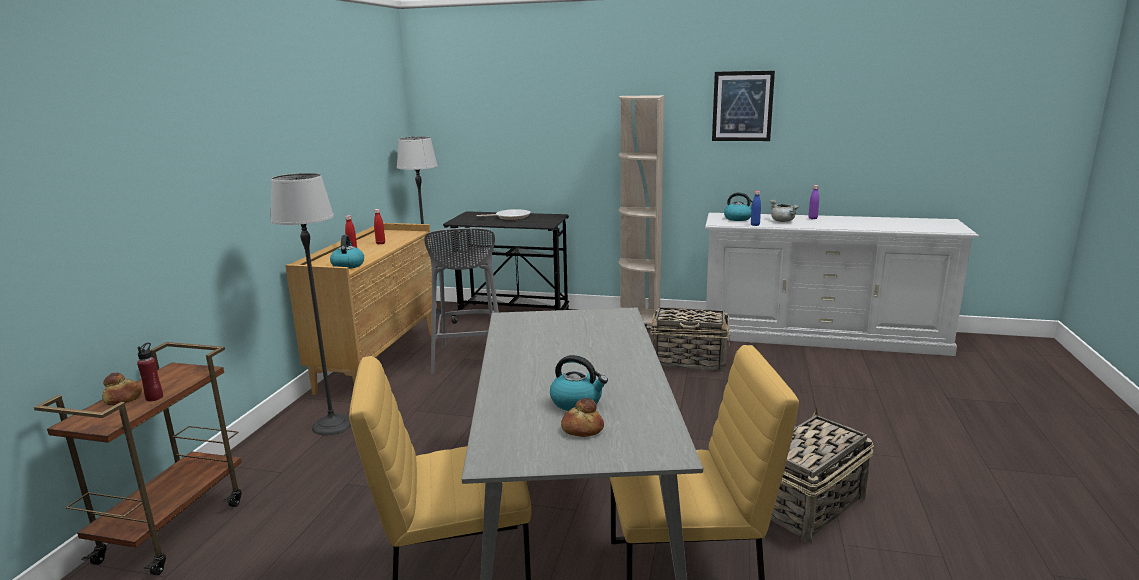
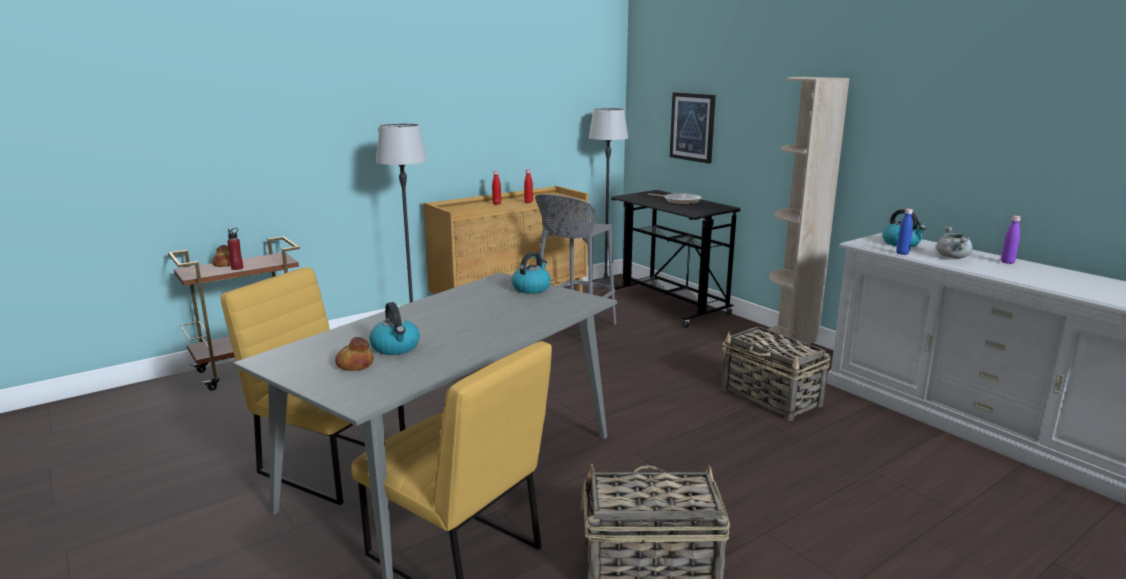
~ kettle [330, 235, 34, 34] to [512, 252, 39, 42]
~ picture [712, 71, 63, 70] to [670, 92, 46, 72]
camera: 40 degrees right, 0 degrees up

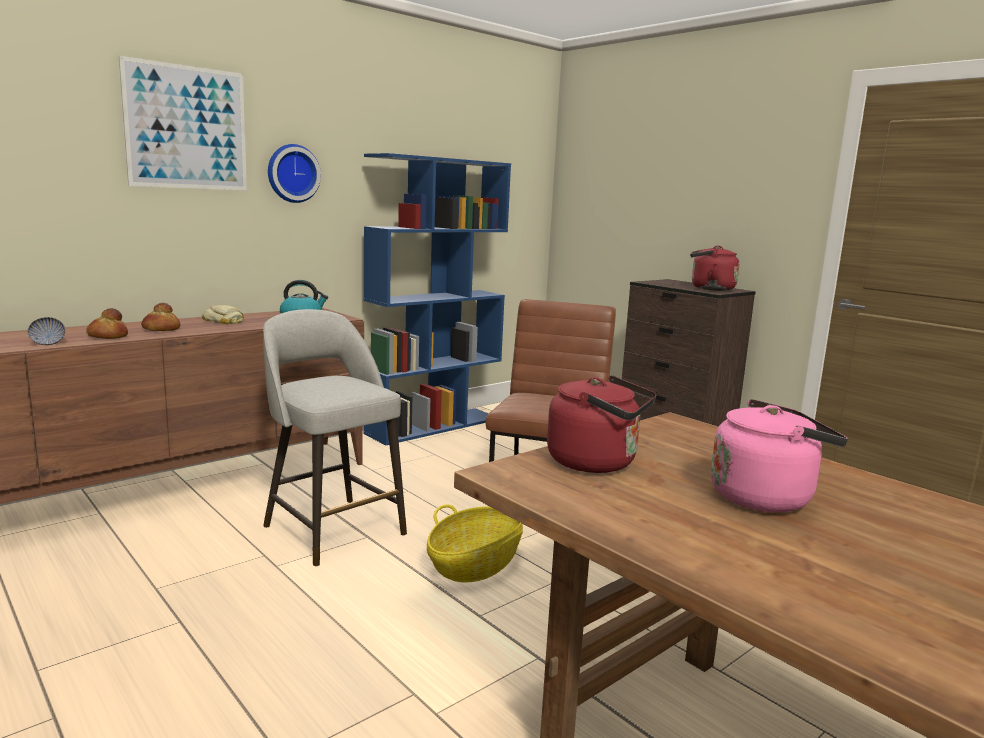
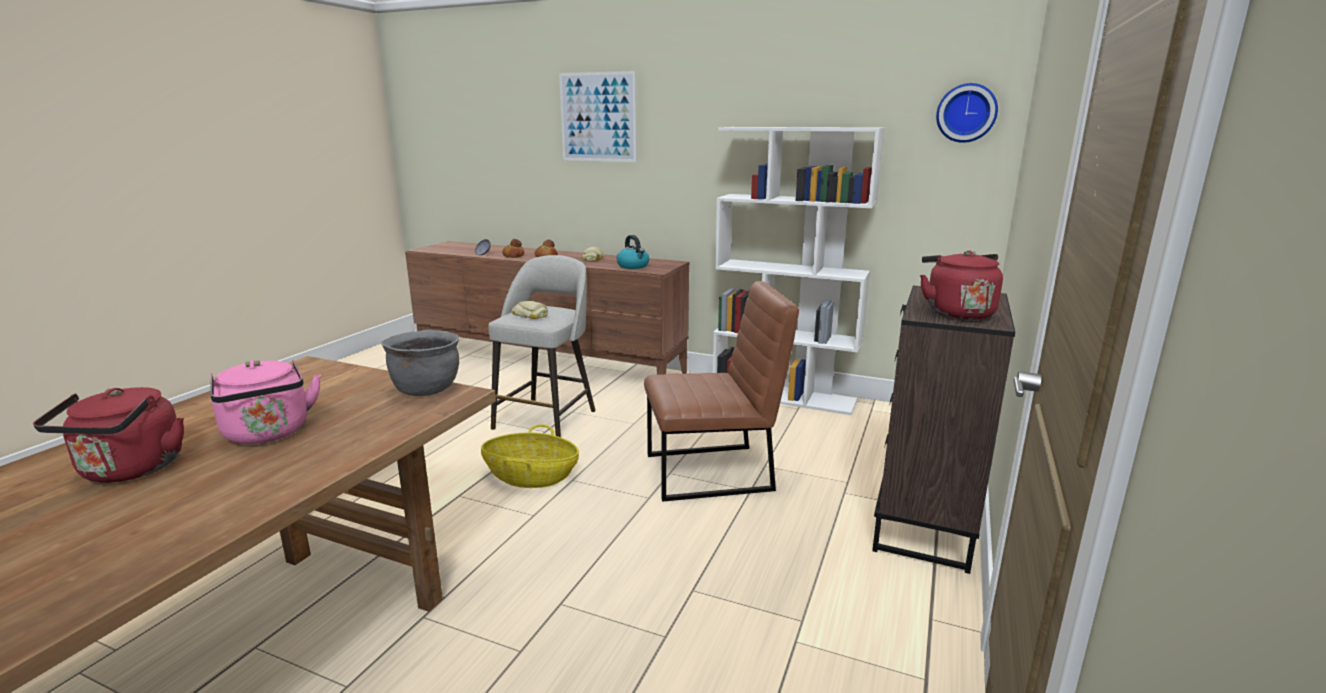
~ wall clock [268, 144, 53, 59] to [936, 83, 62, 60]
~ blue bookcase [364, 153, 147, 292] to white bookcase [713, 127, 172, 288]
~ red kettle [547, 375, 109, 98] to [33, 387, 151, 96]
+ grey cooking pot [381, 330, 78, 66]
+ bread [512, 301, 36, 18]
camera: 65 degrees right, 5 degrees up

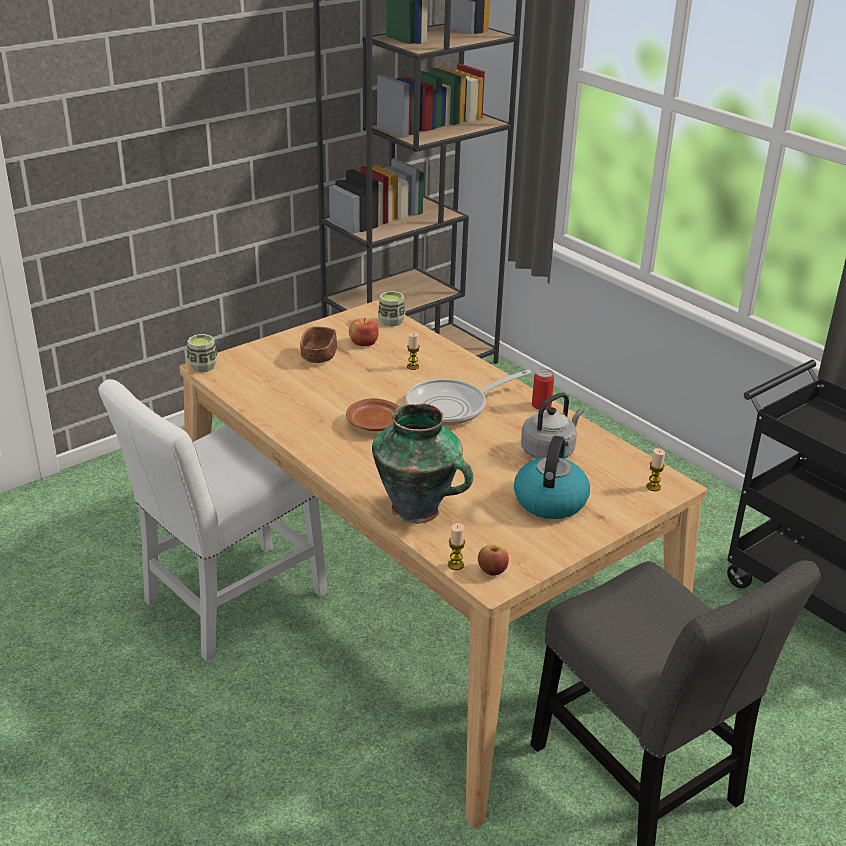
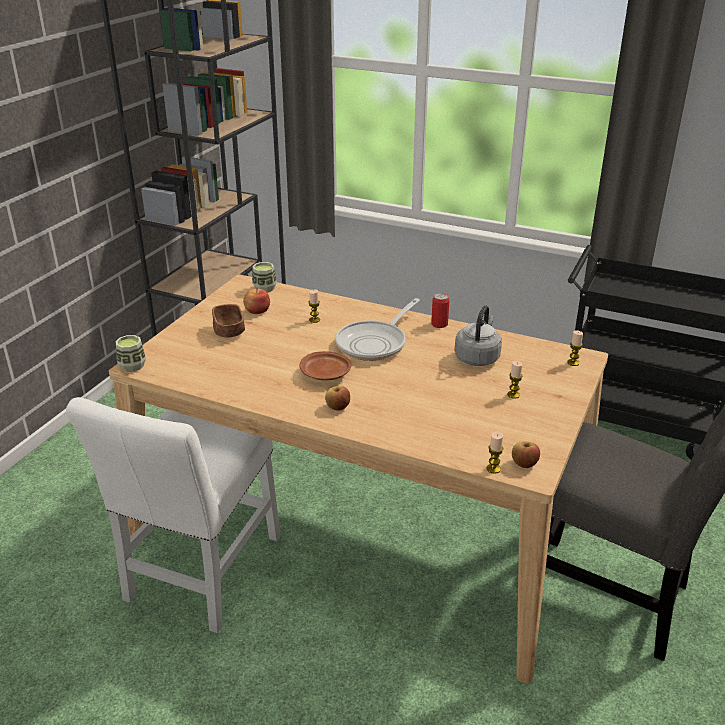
- vase [372, 404, 101, 120]
~ kettle [514, 436, 76, 83] to candle [507, 361, 15, 38]
+ apple [325, 386, 25, 25]
camera: 25 degrees left, 0 degrees up

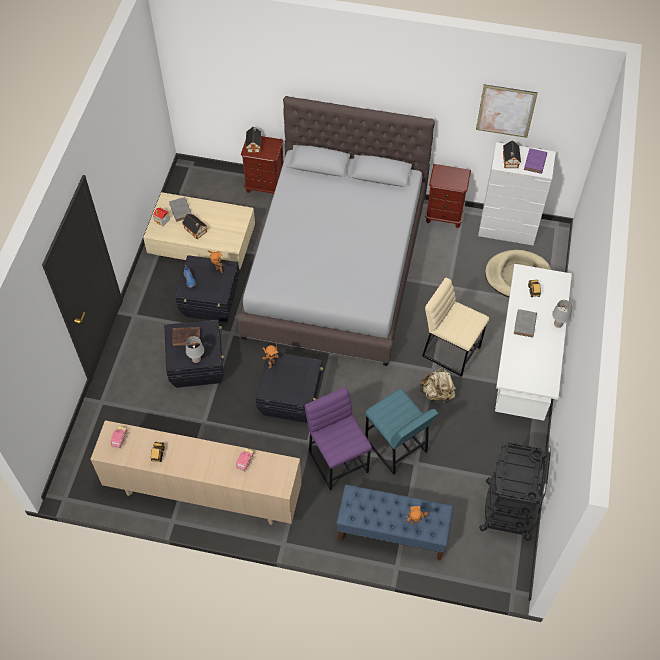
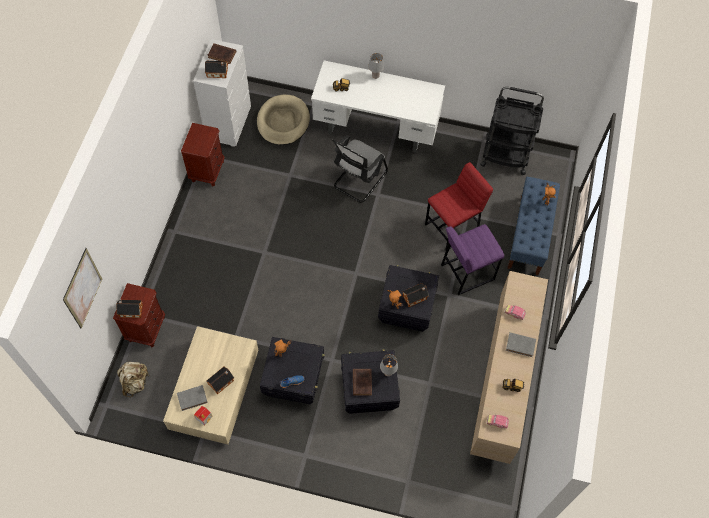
- grey bed [237, 96, 198, 270]
~ blue stool [365, 389, 73, 86] to red stool [425, 162, 68, 88]
~ beige backpack [420, 367, 36, 36] to [117, 362, 32, 35]
~ beige stool [422, 278, 67, 99] to chair [332, 135, 56, 68]
~ picture [476, 84, 62, 54] to [63, 248, 39, 81]
~ grey book [514, 309, 23, 29] to [506, 333, 30, 24]
~ purple book [524, 148, 23, 26] to brown book [207, 44, 29, 20]
+ toy house [402, 283, 27, 24]
camera: 90 degrees left, 5 degrees up

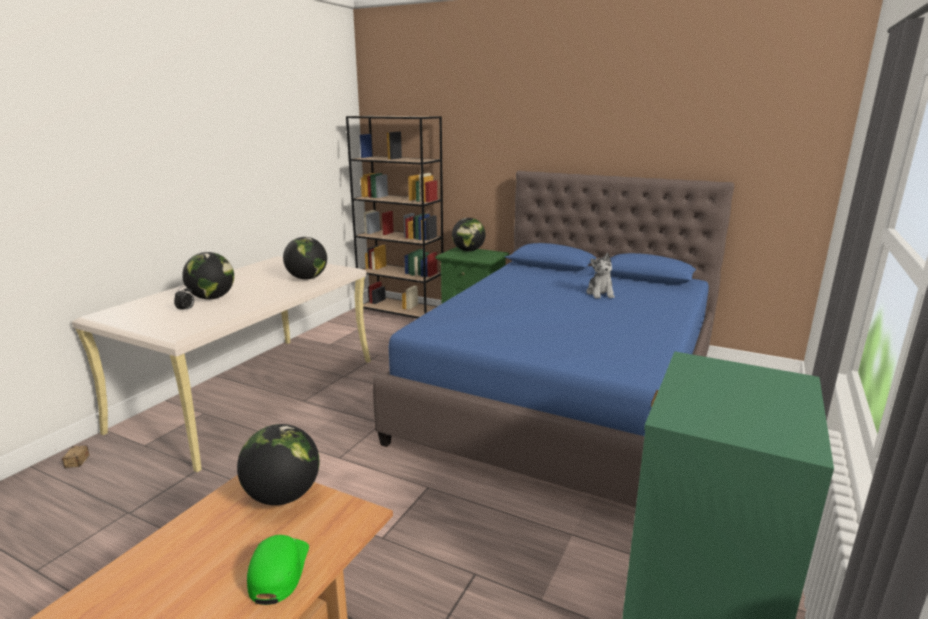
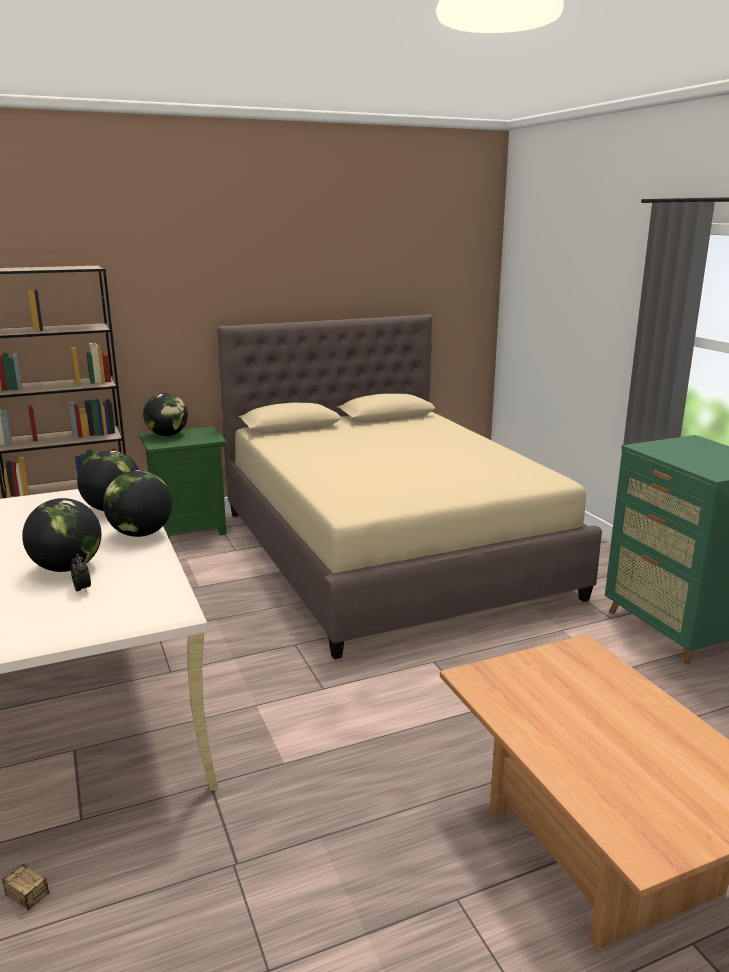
~ globe [237, 424, 83, 81] to [103, 470, 69, 67]
- green cap [247, 535, 62, 70]
~ blue bed [372, 171, 362, 337] to beige bed [217, 314, 385, 345]
- plush toy [586, 253, 29, 45]
camera: 50 degrees left, 0 degrees up

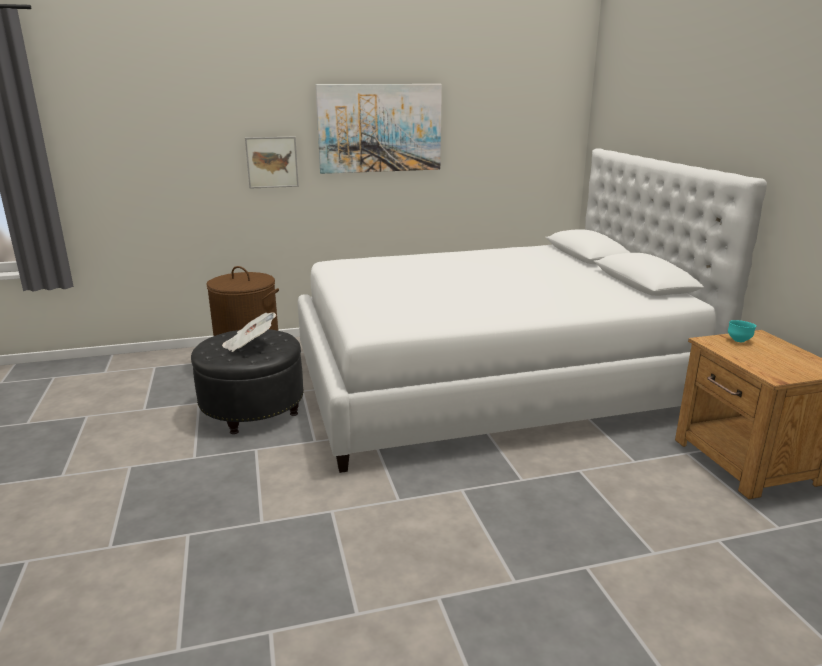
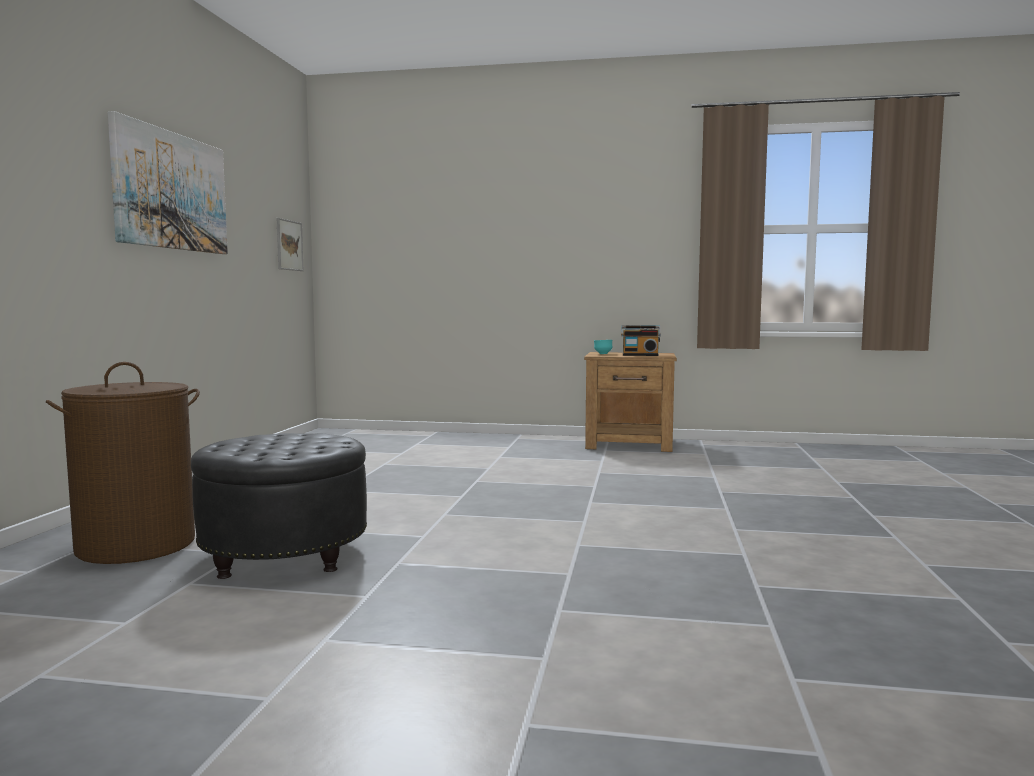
- newspaper [222, 313, 54, 39]
~ picture [245, 136, 54, 53] to [277, 218, 27, 53]
- white bed [298, 148, 469, 325]
+ radio [621, 325, 40, 31]
camera: 65 degrees left, 15 degrees down

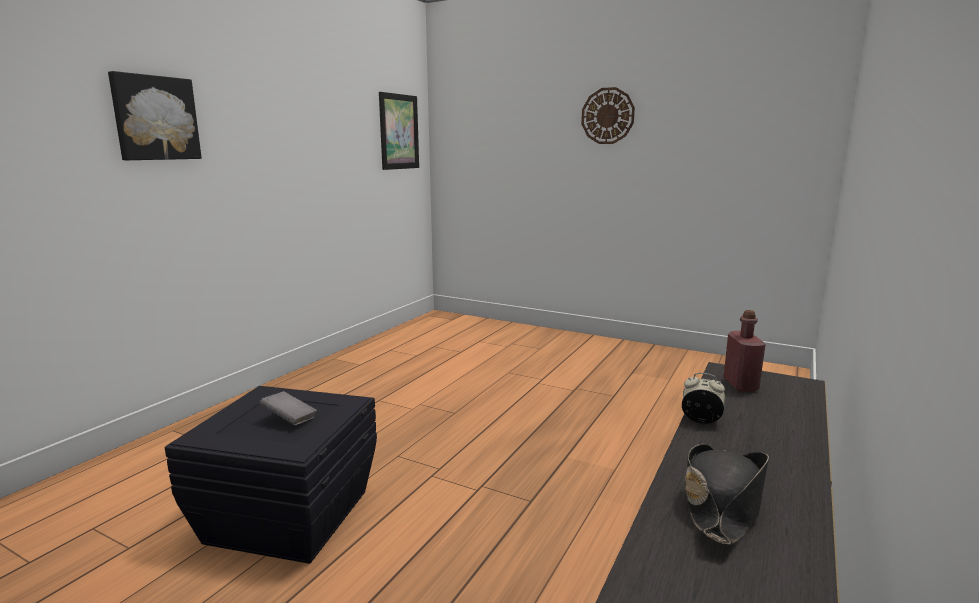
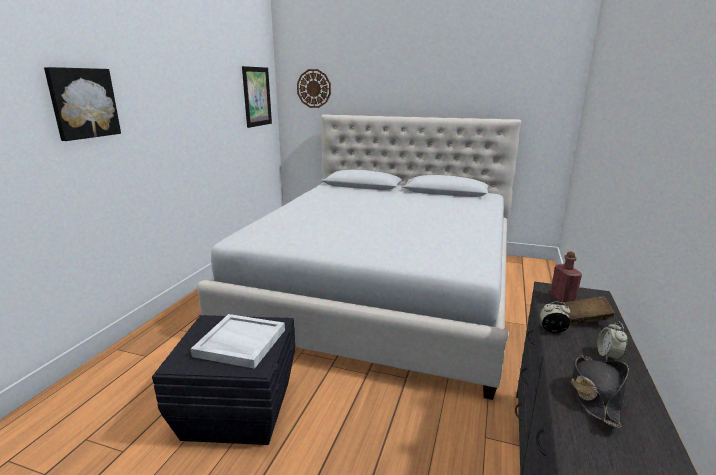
~ grey book [260, 391, 57, 34] to white tray [191, 314, 94, 55]
~ wall clock [581, 87, 54, 57] to [297, 69, 34, 39]
+ white bed [197, 114, 324, 286]
+ brown book [563, 296, 52, 29]
+ alarm clock [597, 321, 30, 40]
camera: 10 degrees left, 5 degrees up

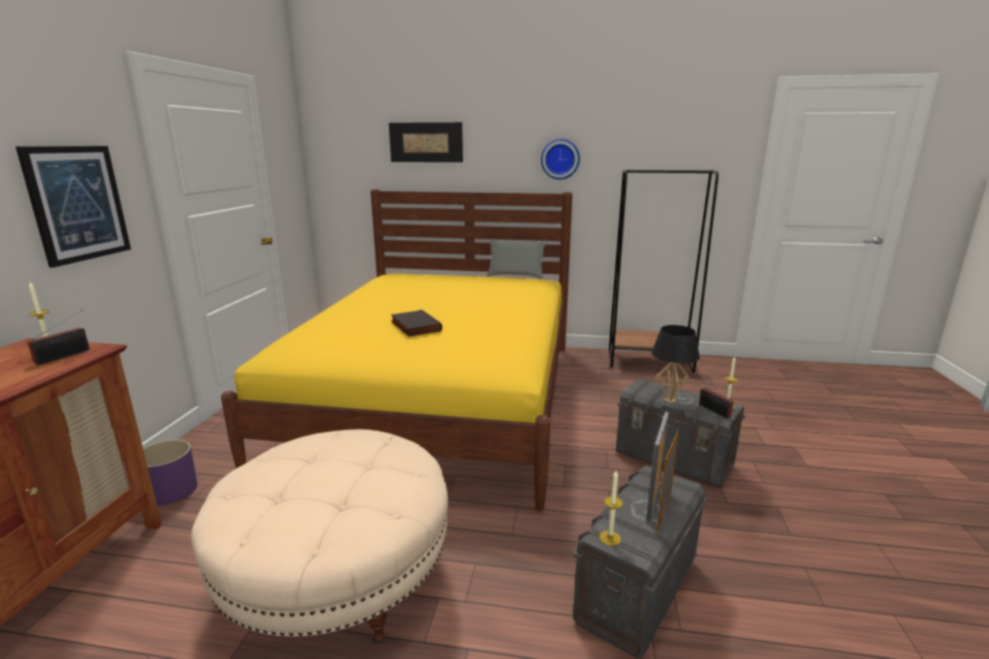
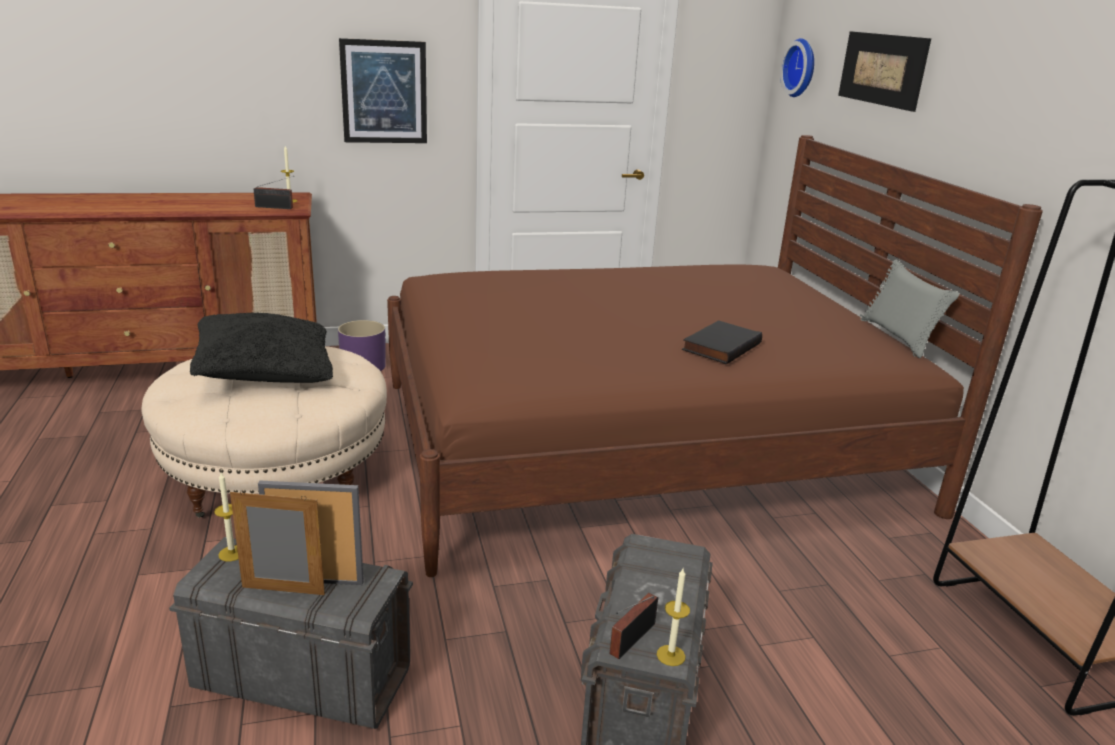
~ yellow bed [221, 189, 351, 323] to brown bed [387, 135, 656, 442]
~ black book [391, 310, 51, 27] to [682, 320, 80, 44]
~ wall clock [541, 139, 39, 40] to [780, 38, 34, 59]
- black table lamp [652, 325, 48, 78]
+ black pillow [190, 312, 143, 71]
camera: 65 degrees right, 5 degrees up

